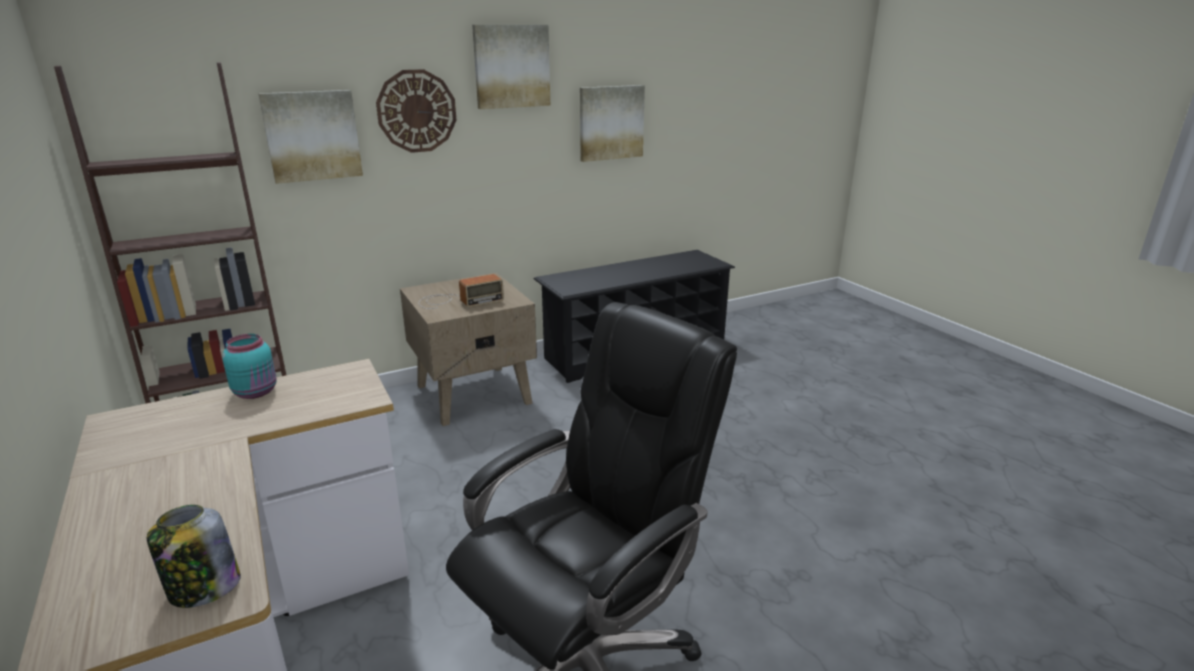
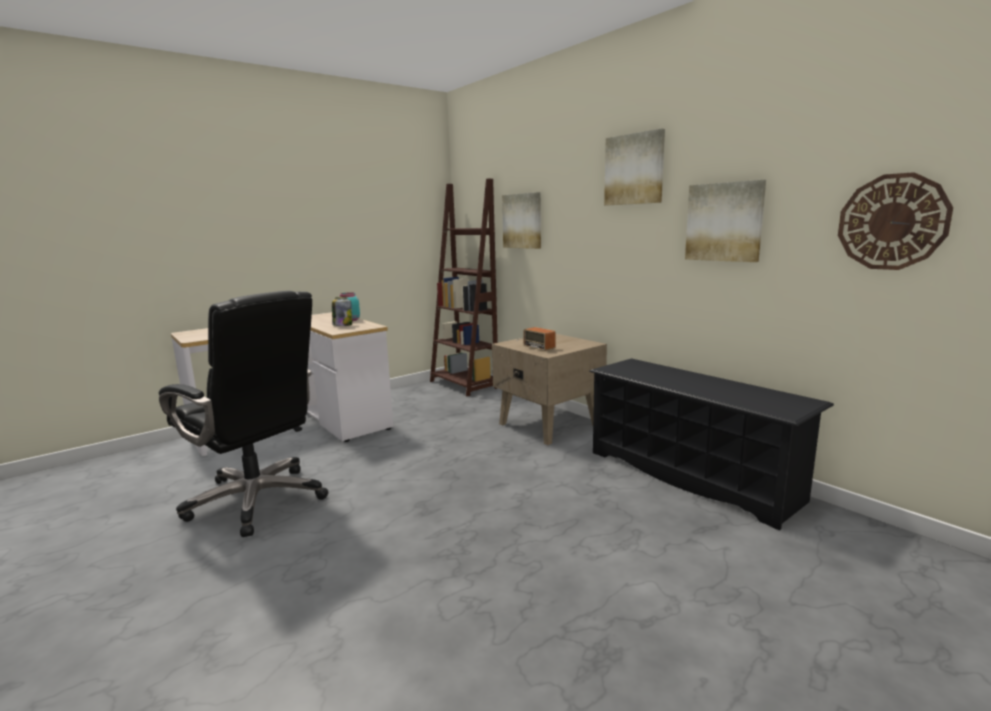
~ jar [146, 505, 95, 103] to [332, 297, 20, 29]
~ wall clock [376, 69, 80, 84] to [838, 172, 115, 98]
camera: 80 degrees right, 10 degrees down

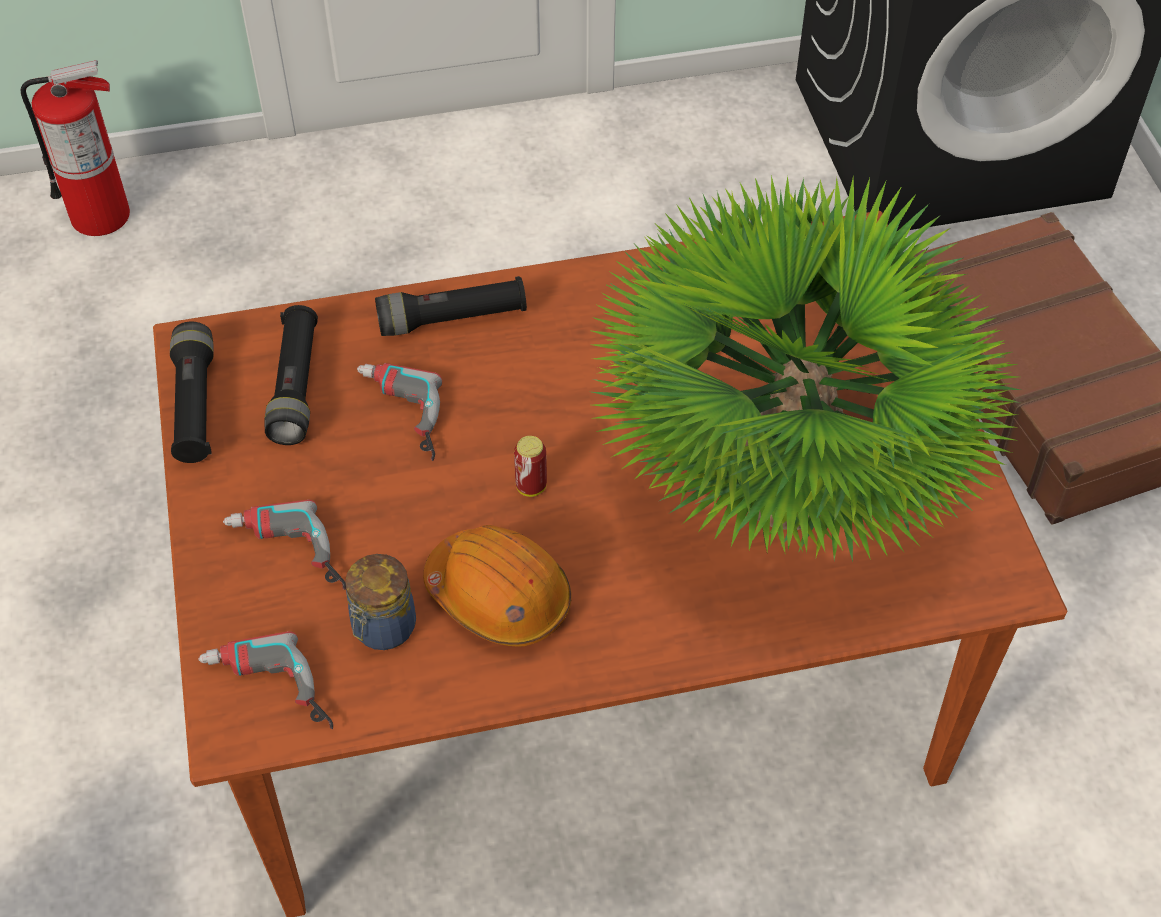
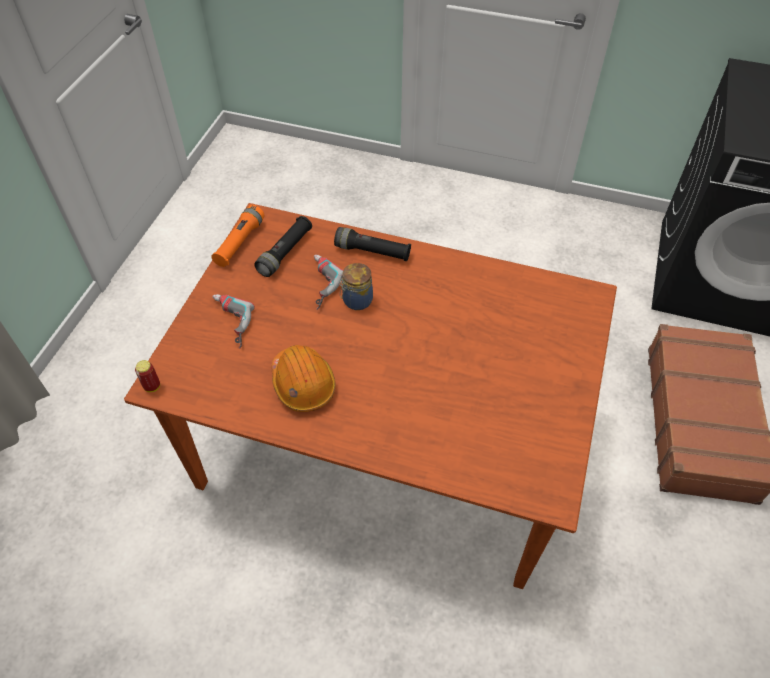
- fire extinguisher [21, 60, 109, 176]
~ black flashlight [170, 322, 44, 141] to orange flashlight [211, 205, 54, 62]
- power drill [198, 631, 135, 98]
~ jar [345, 554, 71, 96] to [340, 263, 33, 47]
~ can [514, 436, 33, 61] to [135, 360, 25, 32]
- potted plant [589, 175, 431, 387]
camera: 30 degrees right, 0 degrees up

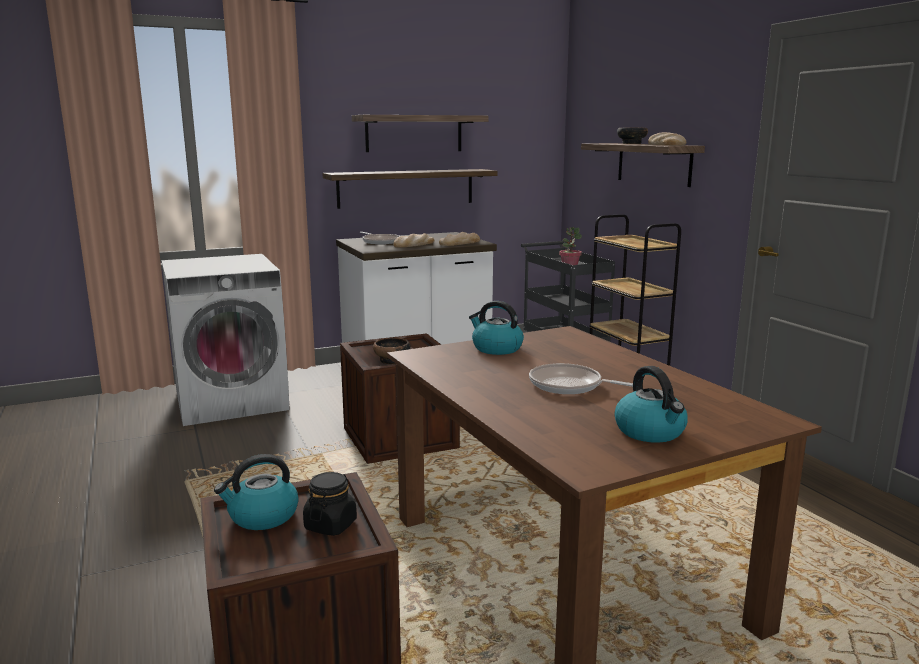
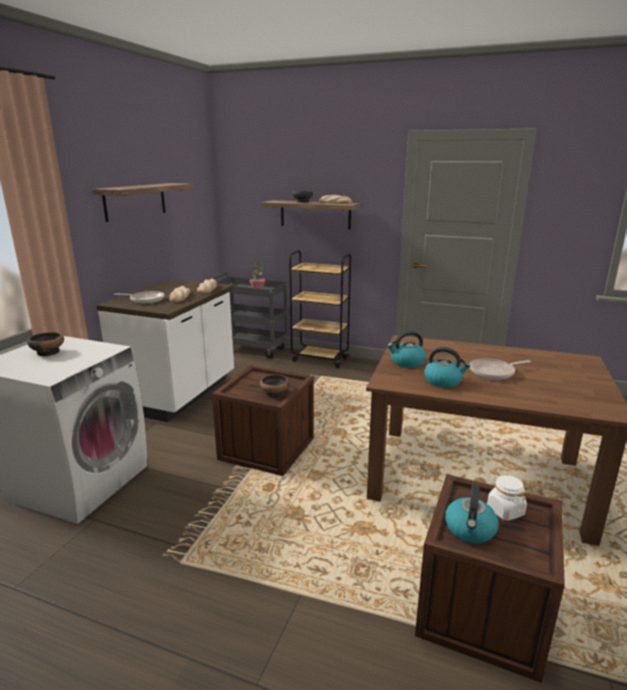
~ black jar [303, 472, 54, 64] to white jar [487, 475, 40, 46]
- shelf [322, 169, 175, 40]
~ kettle [614, 366, 74, 77] to [424, 347, 46, 41]
+ bowl [27, 332, 37, 24]
camera: 45 degrees left, 5 degrees up

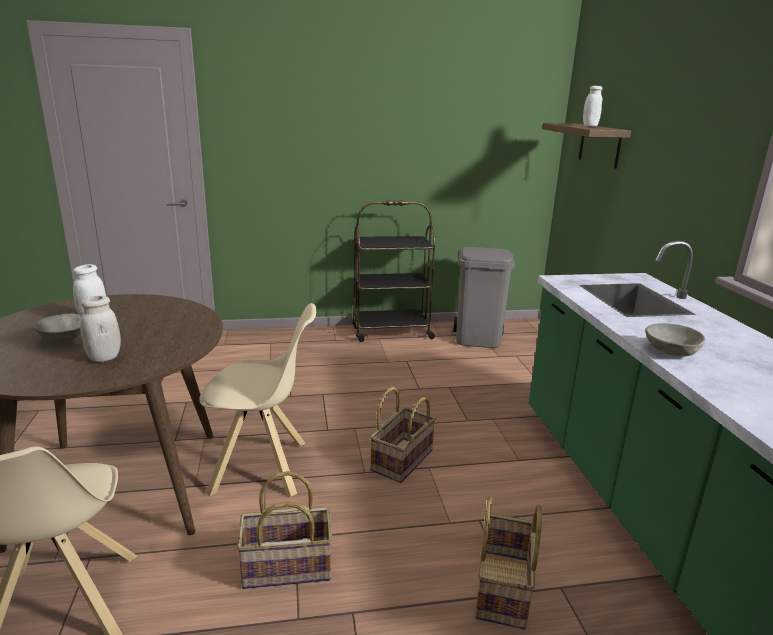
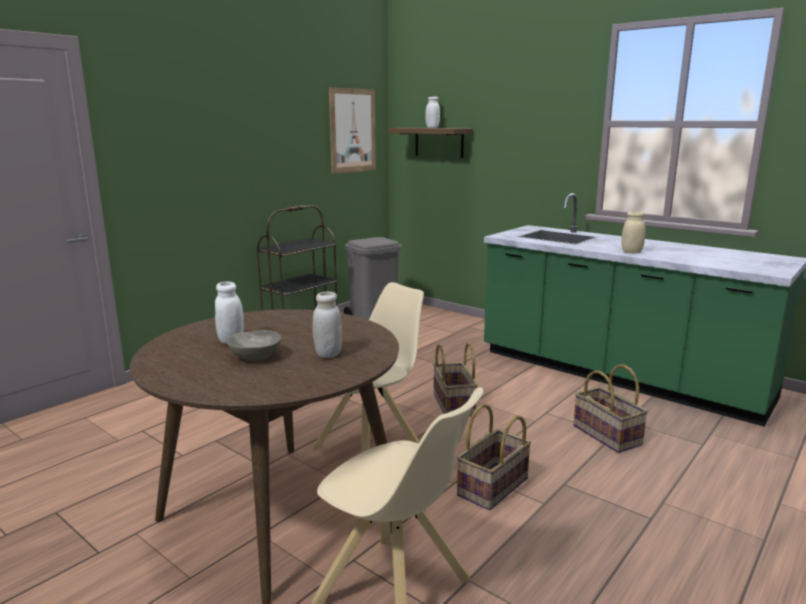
~ grey bowl [645, 323, 61, 33] to beige jar [621, 211, 25, 42]
+ picture [329, 87, 47, 87]
camera: 40 degrees left, 5 degrees down

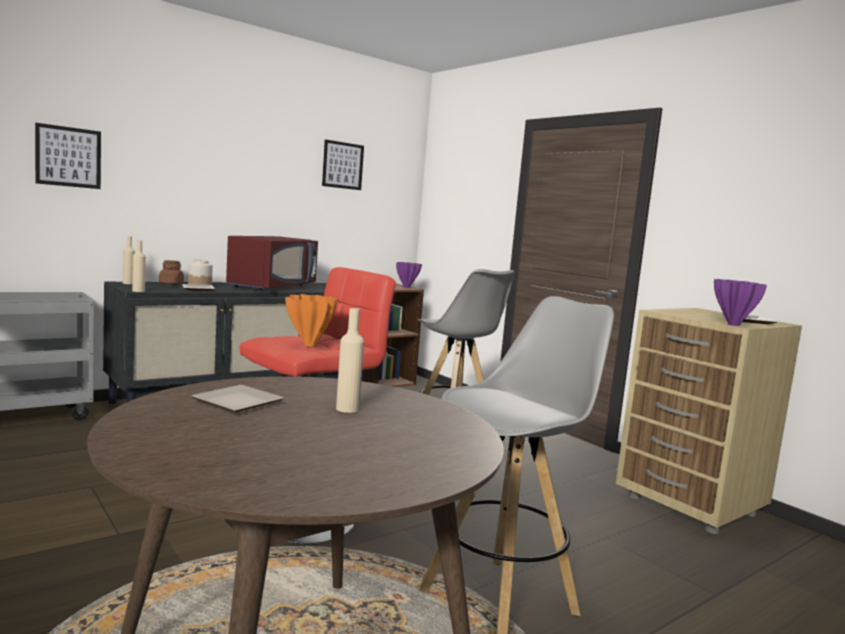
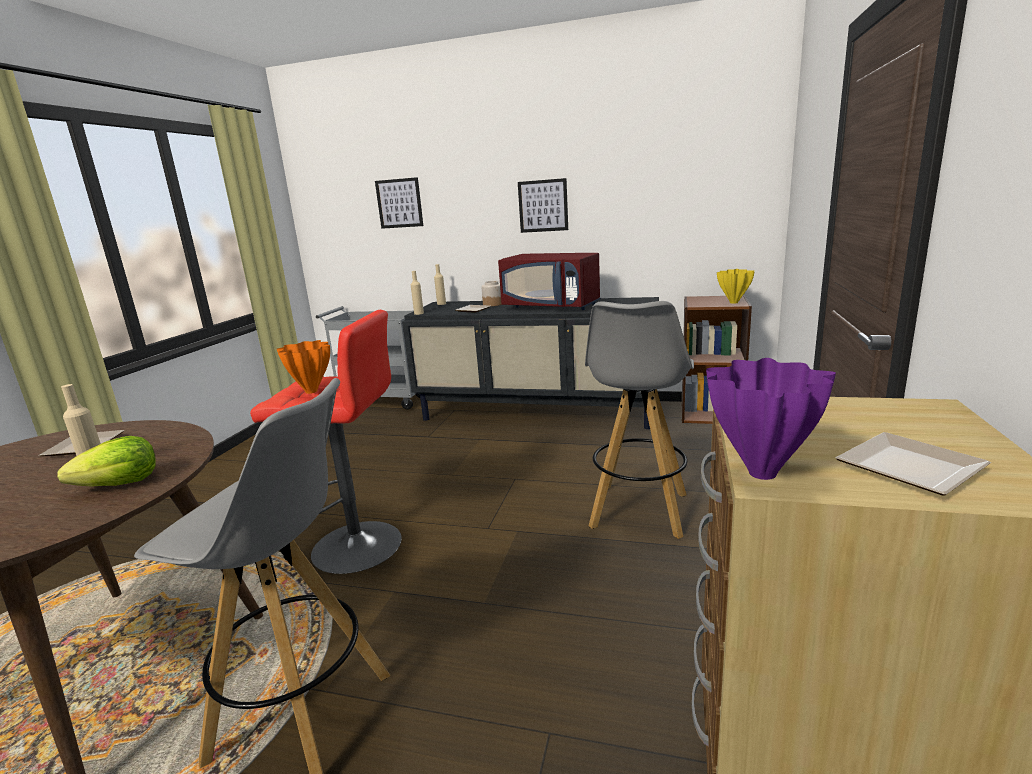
- brown jar [159, 260, 25, 24]
~ red microwave [226, 236, 92, 56] = [498, 253, 103, 57] 45 degrees clockwise
~ picture [322, 139, 42, 51] to [518, 178, 50, 55]
~ purple vase [396, 262, 26, 26] to yellow vase [717, 269, 37, 35]
+ lettuce [57, 436, 99, 51]
camera: 55 degrees right, 10 degrees up

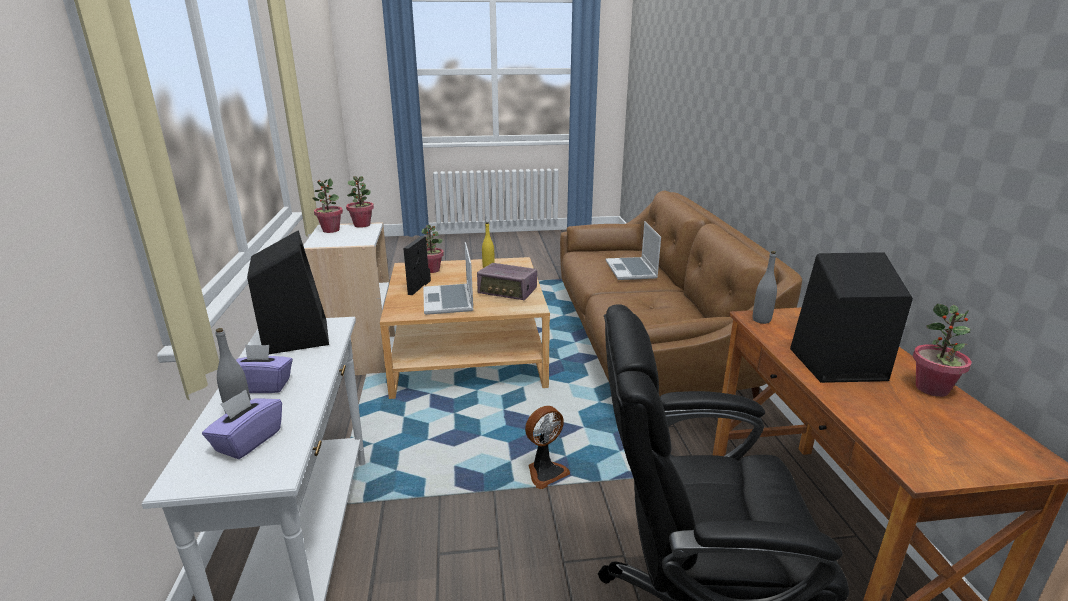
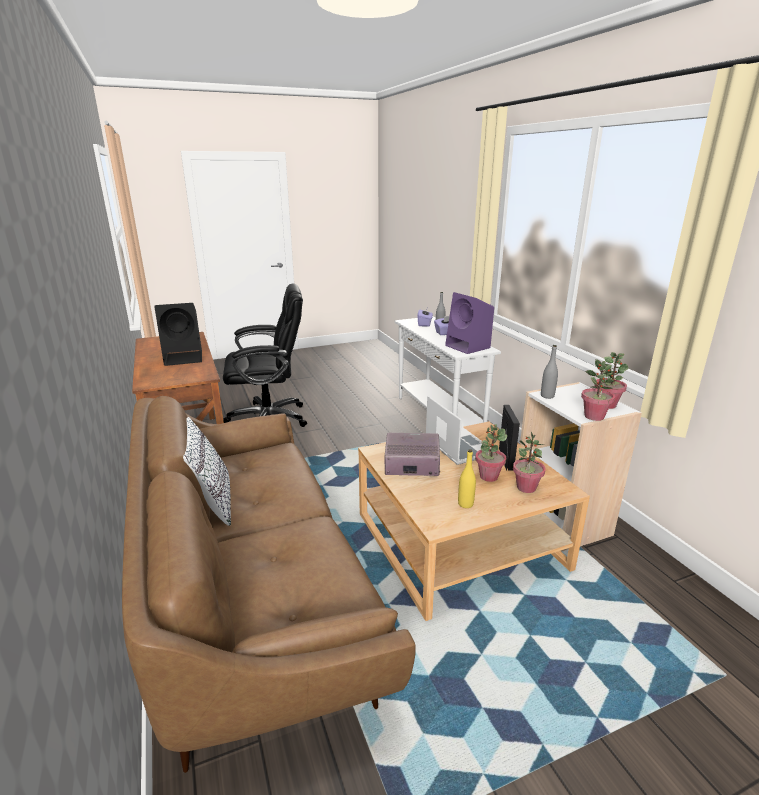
~ black speaker [247, 230, 82, 124] to purple speaker [445, 292, 49, 62]
- fan [525, 406, 45, 83]
- laptop [606, 221, 55, 59]
~ grey bottle [753, 251, 24, 73] to [541, 345, 17, 54]
~ potted plant [913, 304, 59, 93] to [475, 424, 32, 58]
+ white pillow [183, 417, 48, 109]
camera: 165 degrees right, 0 degrees up

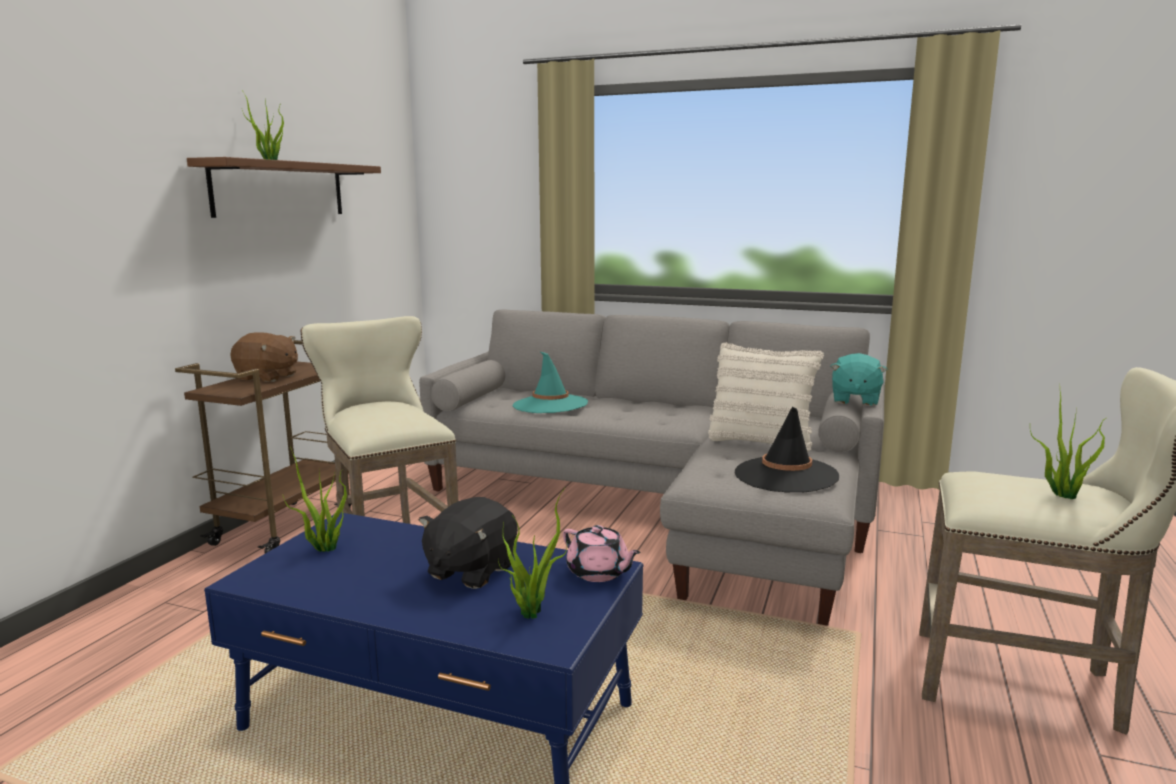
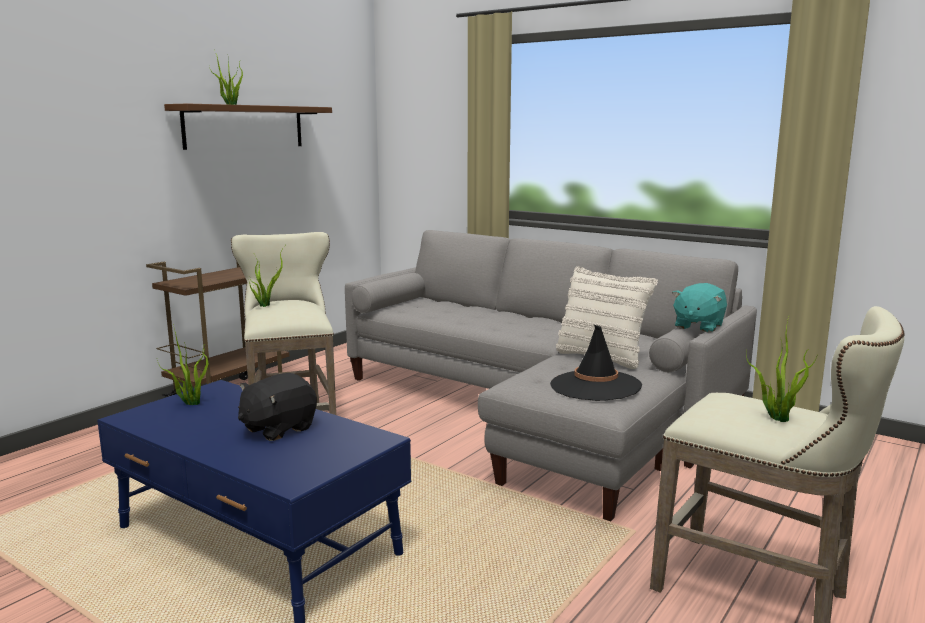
- brown plush toy [230, 333, 68, 49]
~ potted plant [498, 488, 69, 131] to [249, 247, 35, 60]
- turquoise hat [513, 352, 75, 61]
- pink teapot [563, 525, 78, 57]
camera: 15 degrees right, 0 degrees up

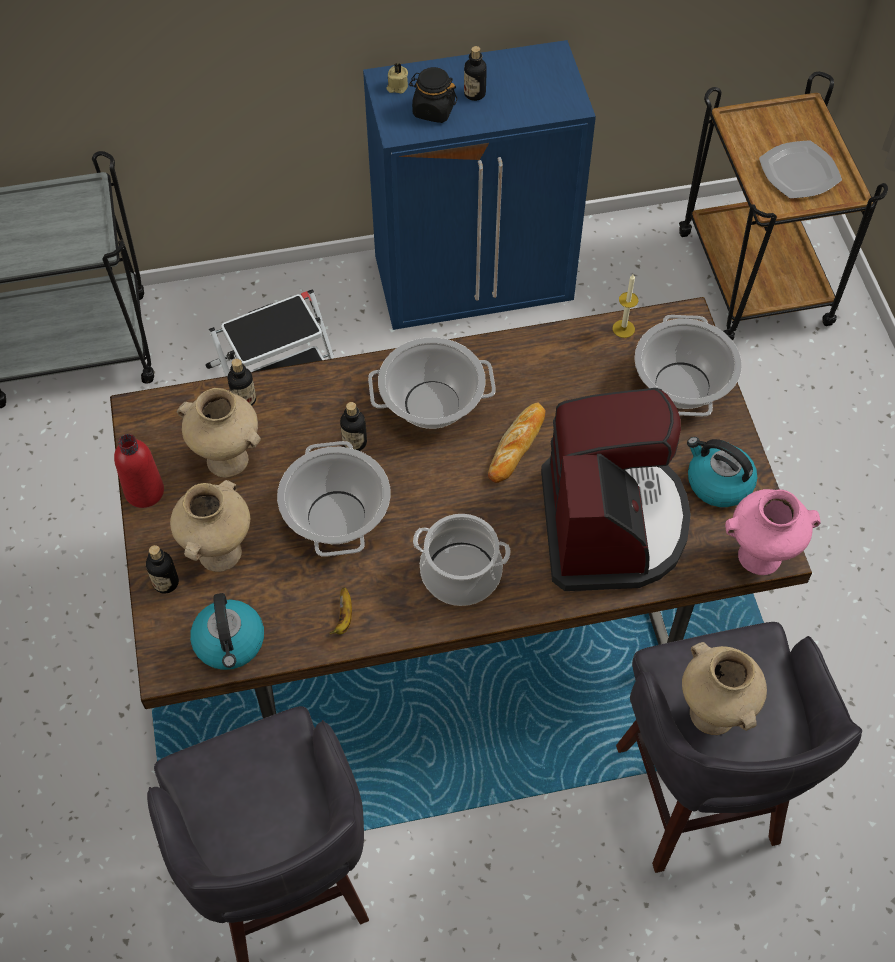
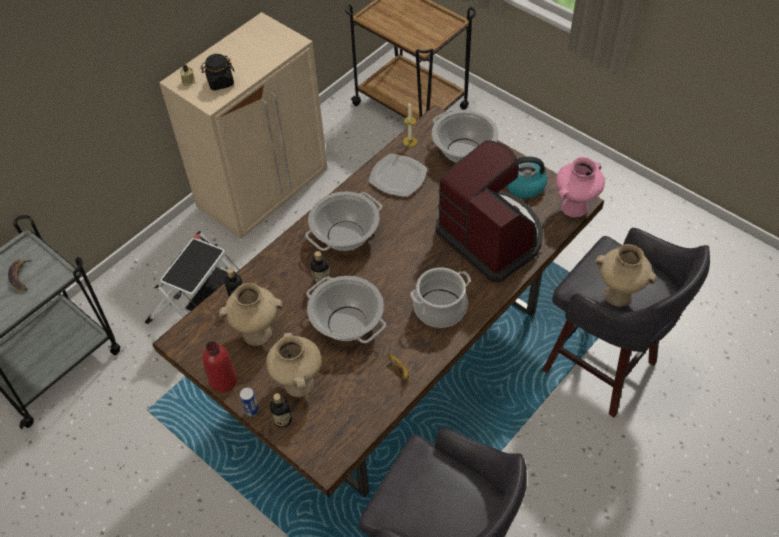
- kettle [190, 593, 74, 77]
~ blue cabinet [363, 40, 233, 290] to beige cabinet [159, 12, 169, 227]
- bottle [464, 46, 23, 55]
- bread [488, 402, 58, 81]
~ plate [759, 140, 83, 59] to [368, 154, 59, 43]
+ banana [8, 259, 25, 32]
+ can [240, 387, 19, 30]
camera: 35 degrees left, 5 degrees down

